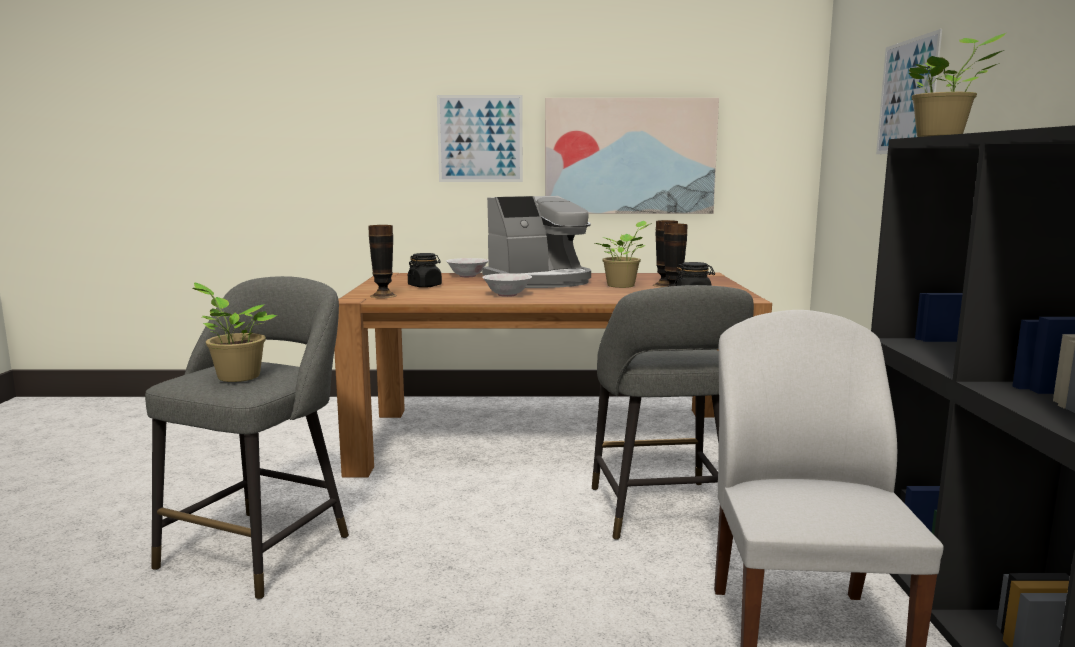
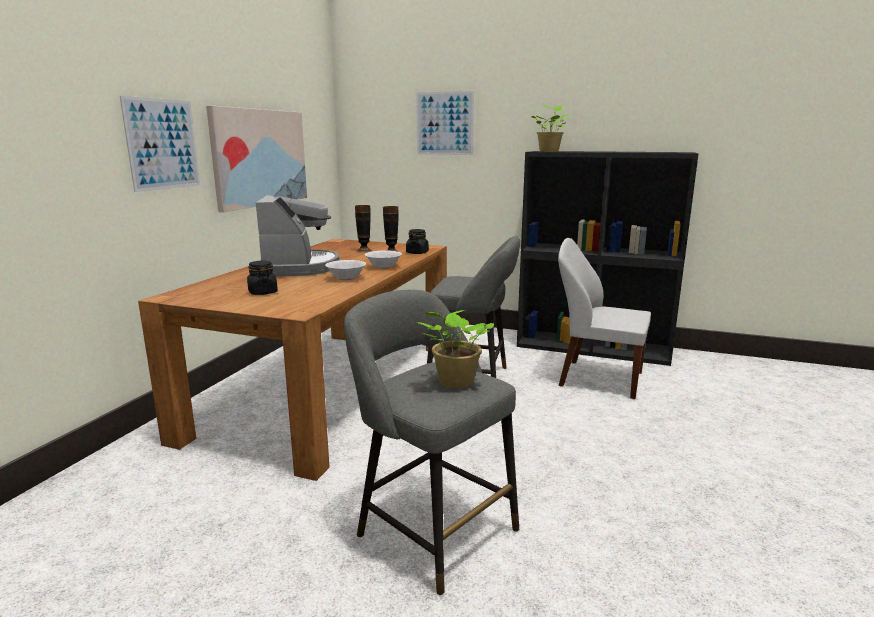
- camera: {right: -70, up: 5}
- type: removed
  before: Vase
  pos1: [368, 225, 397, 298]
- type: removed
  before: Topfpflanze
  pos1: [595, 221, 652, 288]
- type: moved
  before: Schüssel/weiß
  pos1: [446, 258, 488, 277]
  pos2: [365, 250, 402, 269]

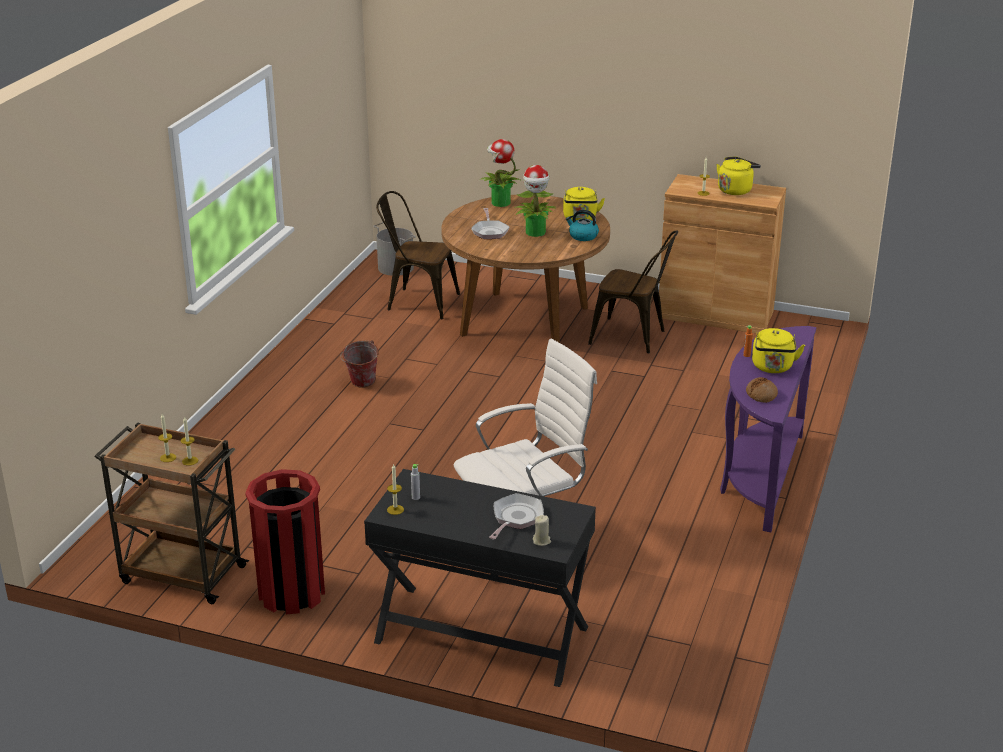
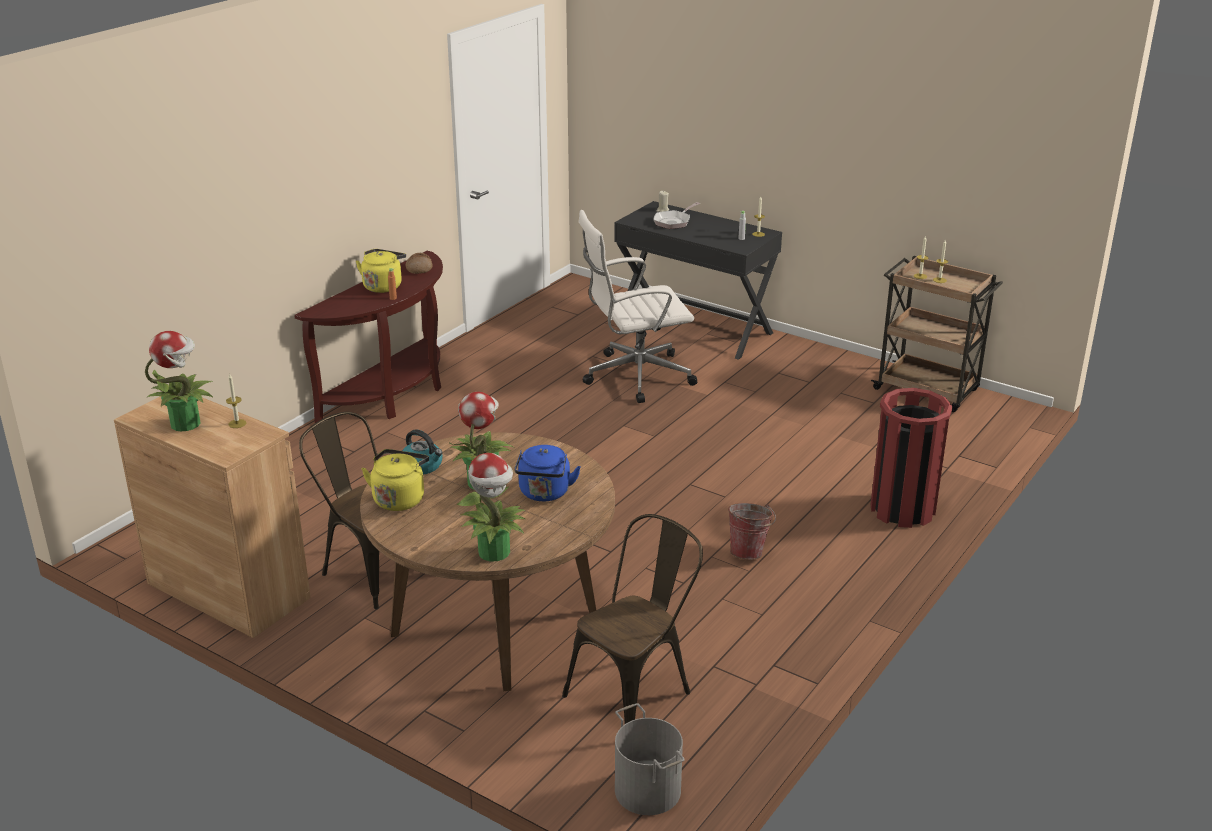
- camera: {right: -165, up: 0}
- type: moved
  before: Mülleimer/rot
  pos1: [245, 469, 325, 614]
  pos2: [871, 388, 952, 528]
- type: replaced
  before: Pfanne
  after: Wasserkessel/blau
  pos1: [471, 208, 509, 239]
  pos2: [514, 445, 581, 501]
- type: replaced
  before: Wasserkessel/gelb
  after: Topfpflanze
  pos1: [716, 157, 761, 195]
  pos2: [145, 331, 214, 431]
- type: recoloured
  before: Konsolentisch/lila
  after: Konsolentisch/braun
  pos1: [720, 326, 816, 532]
  pos2: [294, 251, 443, 423]
- type: turned
  before: Stuhl/braun
  pos1: [376, 191, 460, 319]
  pos2: [562, 514, 703, 724]
  turn: -75

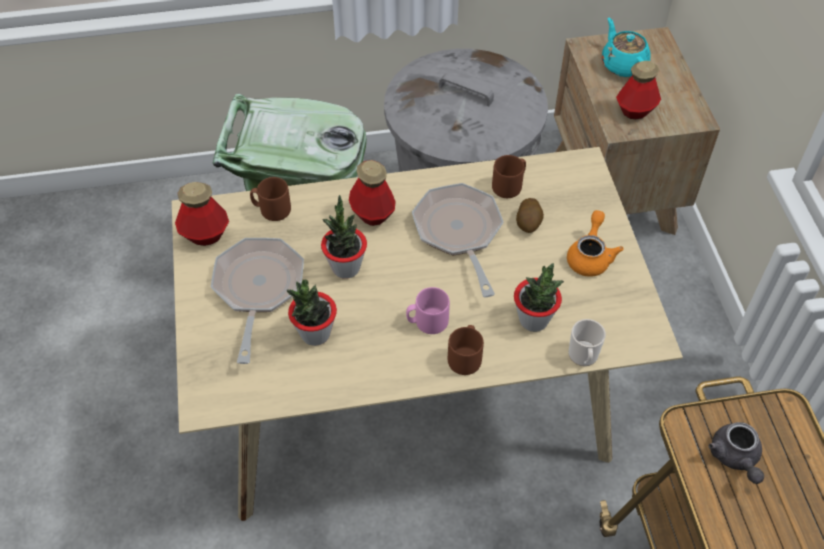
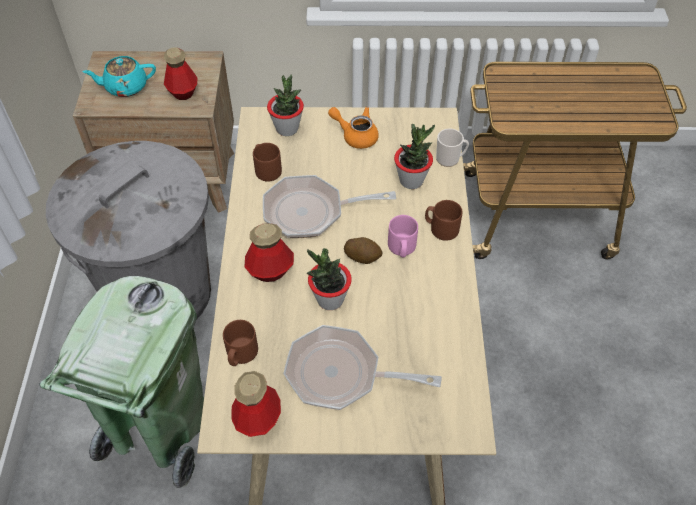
- camera: {right: -80, up: 0}
- type: removed
  before: Teekanne/grau
  pos1: [708, 422, 764, 484]
- type: moved
  before: Topfpflanze
  pos1: [287, 280, 337, 346]
  pos2: [267, 74, 304, 136]
- type: moved
  before: Kartoffel
  pos1: [516, 198, 544, 233]
  pos2: [344, 237, 382, 264]

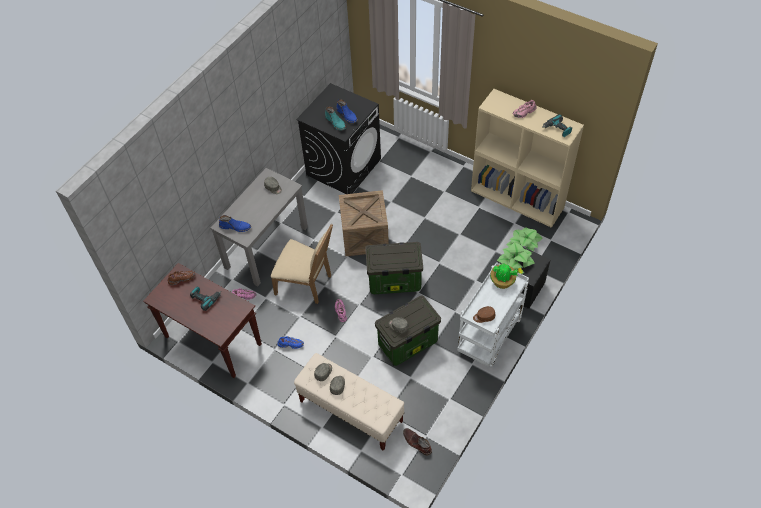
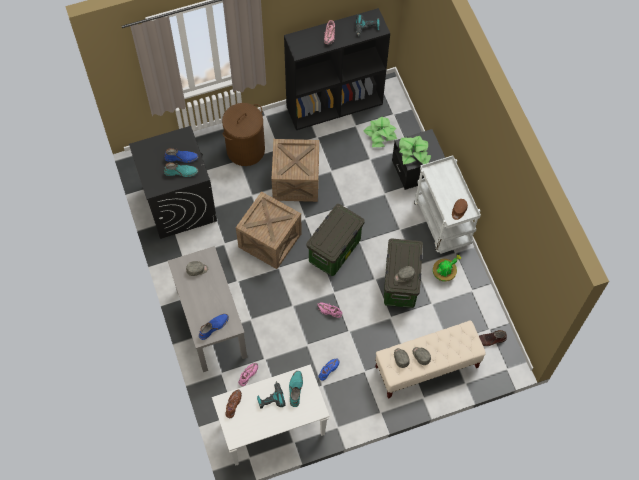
- camera: {right: -55, up: 10}
- type: removed
  before: Stuhl/beige
  pos1: [271, 224, 333, 304]
- type: added
  after: Wäschekorb/braun
  pos2: [222, 103, 265, 166]
- type: added
  after: Kiste
  pos2: [272, 139, 319, 202]
- type: added
  after: Stiefel/türkis
  pos2: [289, 371, 303, 407]
- type: moved
  before: Topfpflanze
  pos1: [490, 264, 523, 289]
  pos2: [433, 254, 461, 282]
- type: recoloured
  before: Konsolentisch/braun
  after: Konsolentisch/weiß
  pos1: [143, 263, 262, 378]
  pos2: [212, 364, 330, 466]
- type: recoloured
  before: Bücherregal/beige
  after: Bücherregal/schwarz
  pos1: [471, 89, 584, 228]
  pos2: [284, 8, 390, 130]

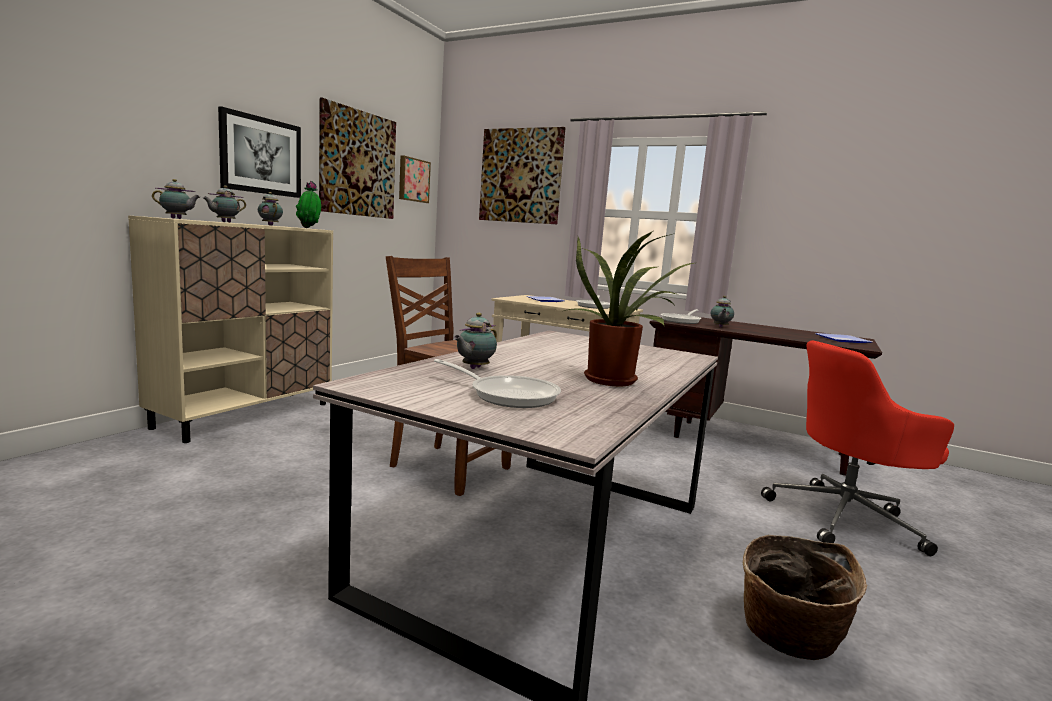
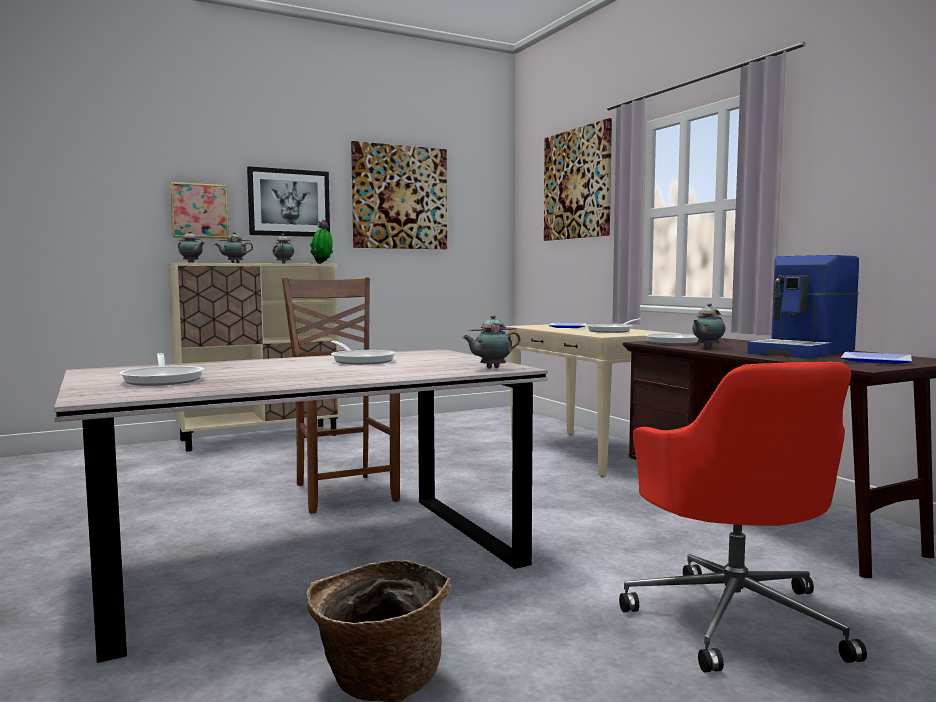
- camera: {right: 35, up: -5}
- type: removed
  before: Topfpflanze
  pos1: [564, 231, 694, 386]
- type: added
  after: Pfanne
  pos2: [331, 340, 396, 365]
- type: added
  after: Kaffeemaschine
  pos2: [747, 255, 859, 359]
- type: moved
  before: Bild
  pos1: [399, 156, 431, 203]
  pos2: [170, 182, 229, 238]
- type: moved
  before: Teekanne
  pos1: [453, 313, 497, 369]
  pos2: [462, 315, 521, 369]
- type: turned
  before: Bürostuhl/rot
  pos1: [761, 340, 954, 556]
  pos2: [619, 362, 867, 672]
  turn: -120

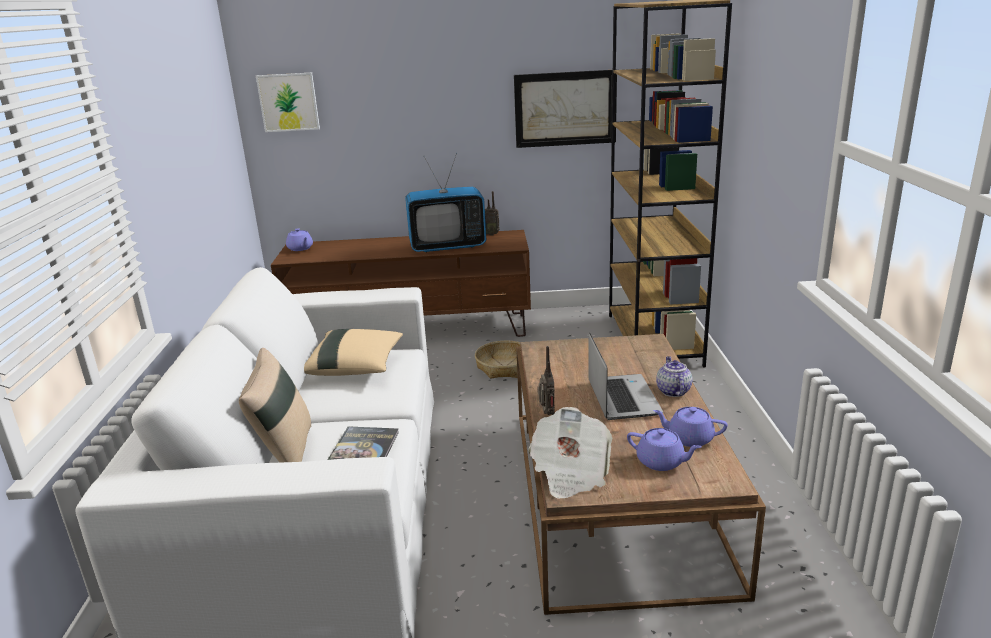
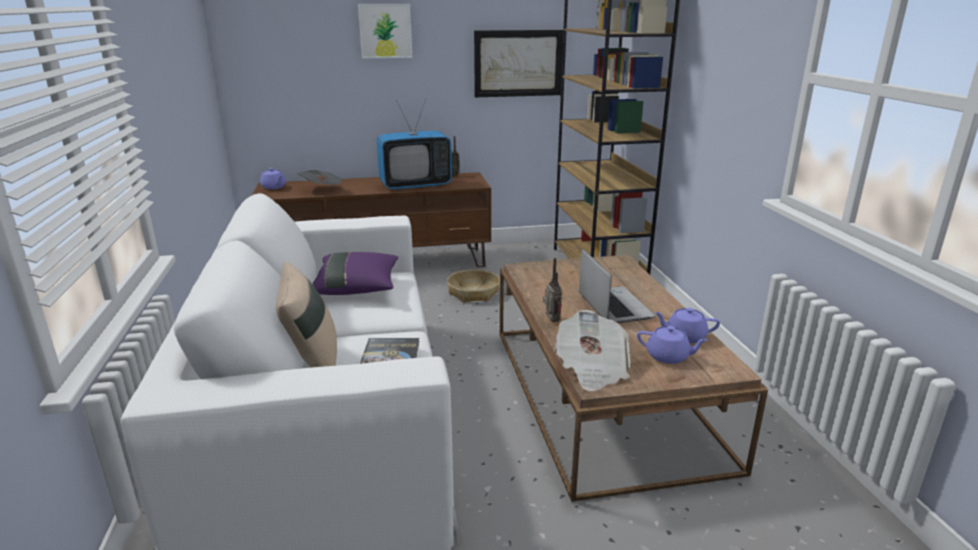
- camera: {right: -10, up: 0}
- type: removed
  before: Teekanne
  pos1: [656, 356, 693, 397]
- type: added
  after: Zeitung
  pos2: [297, 170, 343, 185]
- type: moved
  before: Bild
  pos1: [256, 73, 320, 132]
  pos2: [358, 4, 412, 58]
- type: recoloured
  before: Kissen/beige
  after: Kissen/lila
  pos1: [304, 329, 403, 376]
  pos2: [313, 252, 398, 295]

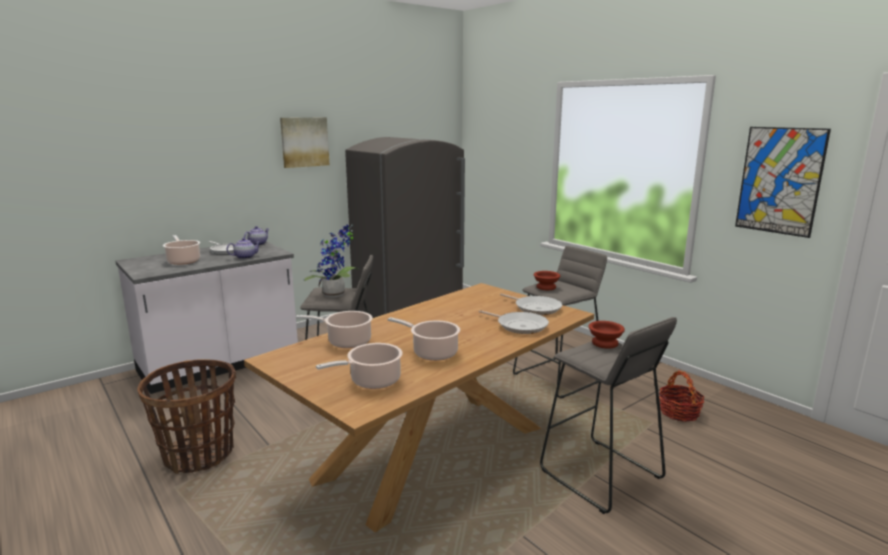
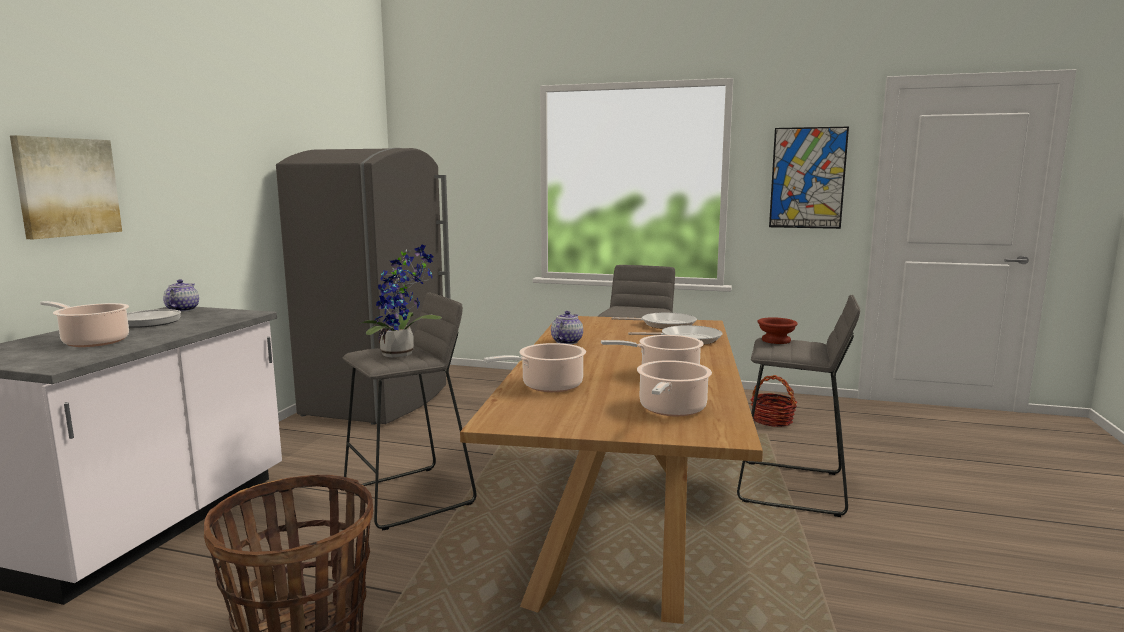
- camera: {right: -35, up: -5}
- type: removed
  before: Schüssel/braun
  pos1: [534, 271, 560, 290]
- type: moved
  before: Teekanne
  pos1: [227, 238, 261, 259]
  pos2: [551, 311, 583, 344]
- type: moved
  before: Bild
  pos1: [280, 117, 330, 168]
  pos2: [10, 135, 122, 239]

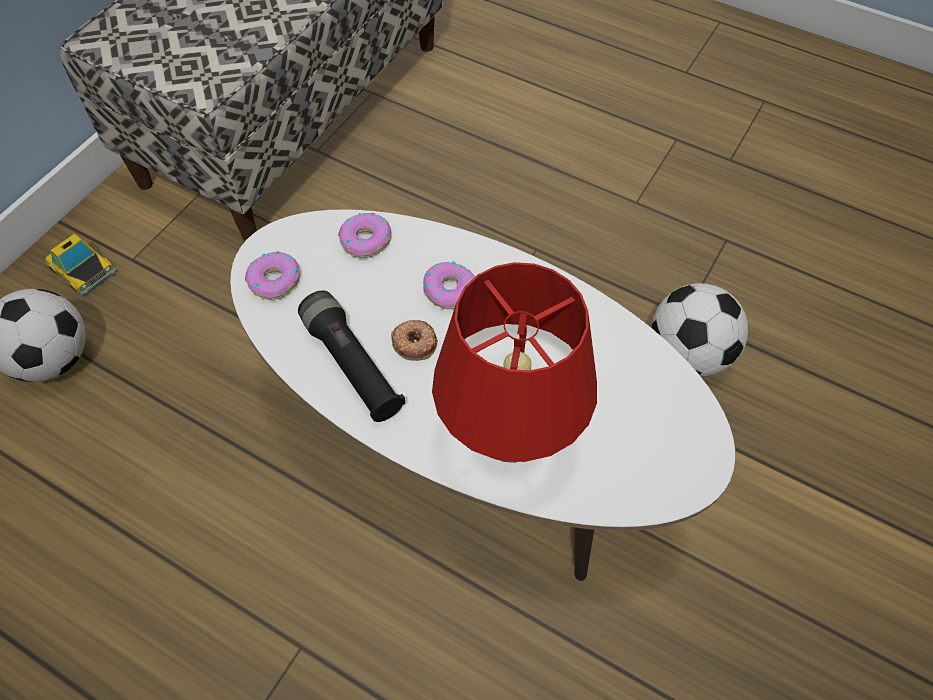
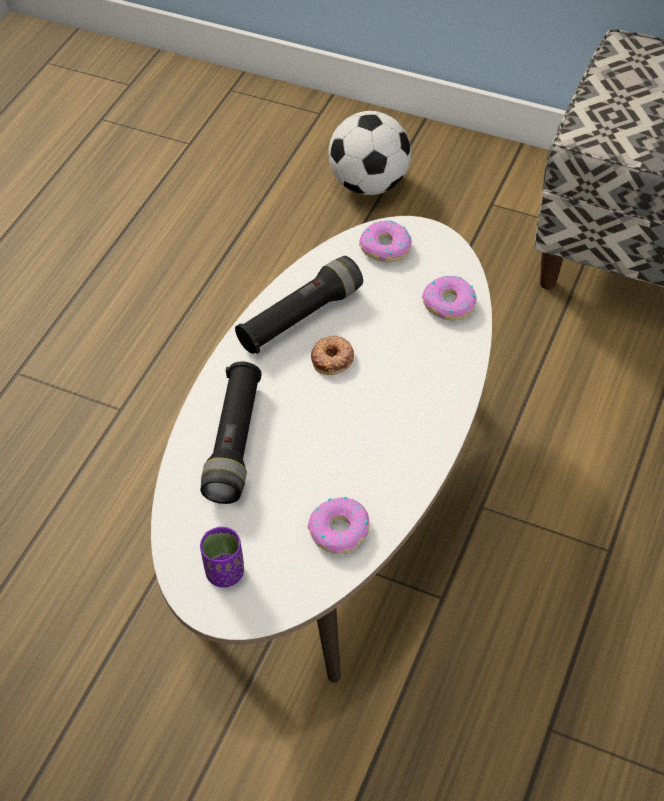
- camera: {right: 85, up: -5}
- type: removed
  before: Spielzeugauto
  pos1: [45, 233, 118, 296]
- type: removed
  before: Fußball
  pos1: [652, 283, 748, 376]
- type: added
  after: Tasse/lila
  pos2: [200, 527, 244, 587]
- type: moved
  before: Donut
  pos1: [423, 261, 475, 309]
  pos2: [308, 497, 370, 554]
- type: replaced
  before: Tischlampe/rot
  after: Taschenlampe/schwarz
  pos1: [432, 262, 597, 463]
  pos2: [201, 362, 262, 504]

